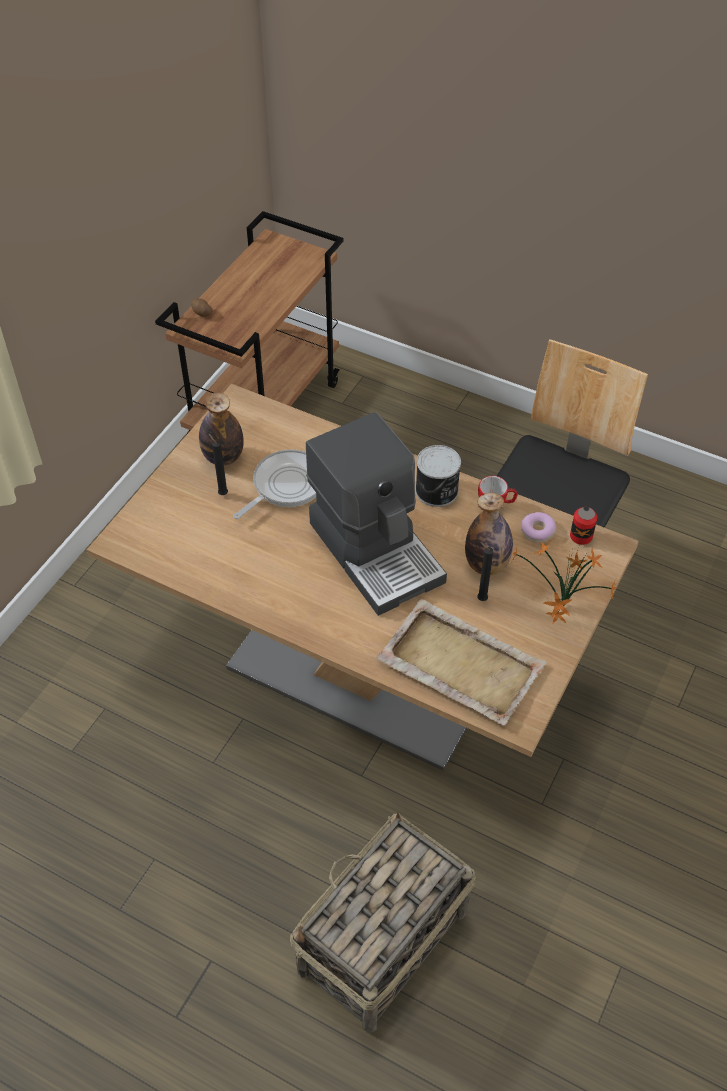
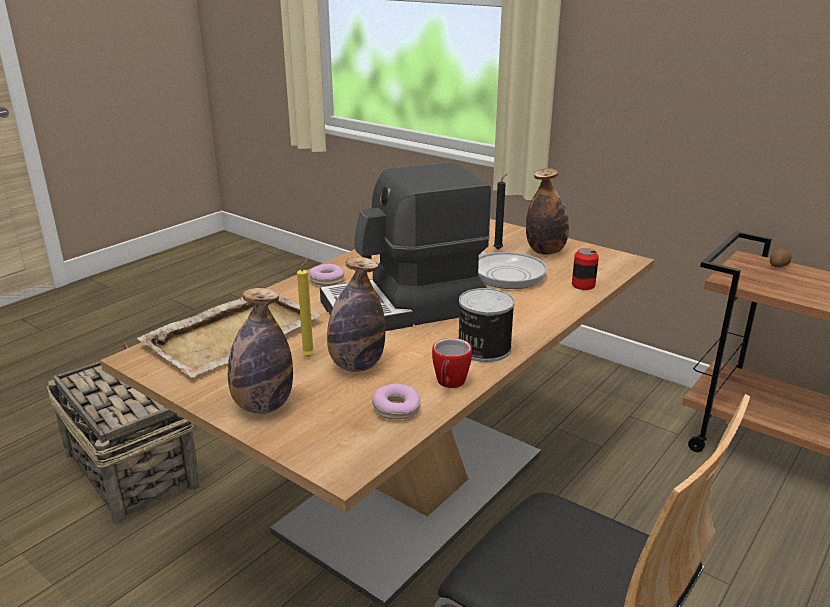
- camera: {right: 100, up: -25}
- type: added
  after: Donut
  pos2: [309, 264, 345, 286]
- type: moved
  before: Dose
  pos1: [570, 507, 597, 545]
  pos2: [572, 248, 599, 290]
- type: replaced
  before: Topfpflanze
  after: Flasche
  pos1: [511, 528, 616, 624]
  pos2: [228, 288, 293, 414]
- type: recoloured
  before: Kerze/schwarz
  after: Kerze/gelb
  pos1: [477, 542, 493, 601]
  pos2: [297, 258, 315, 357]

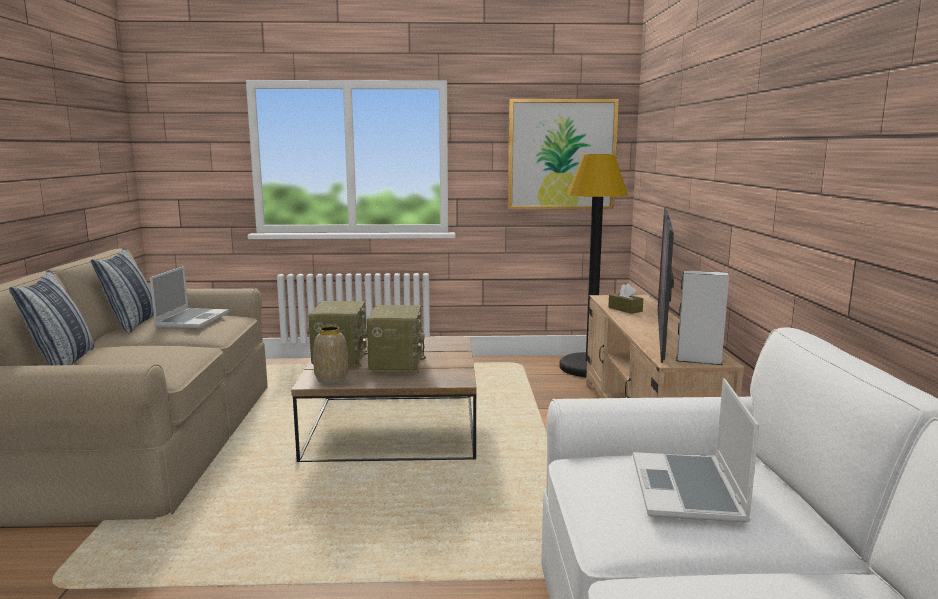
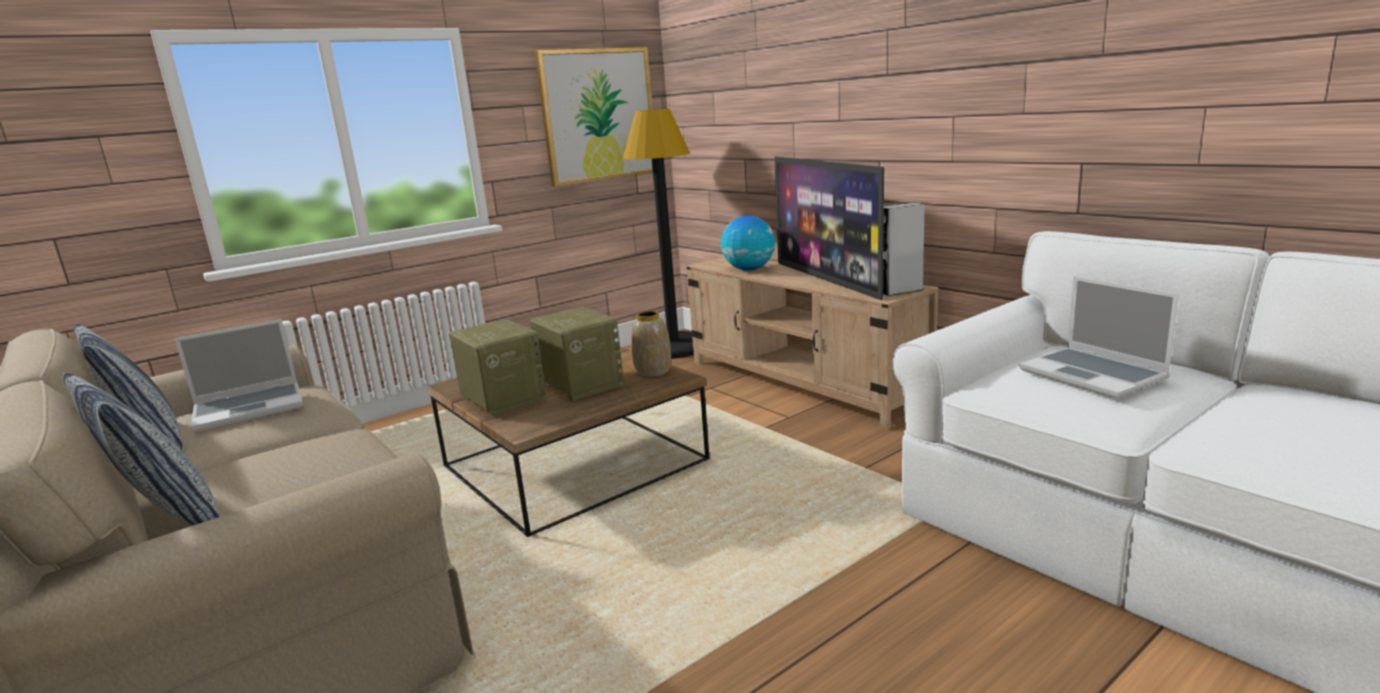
- camera: {right: -35, up: 5}
- type: moved
  before: Vase
  pos1: [313, 326, 349, 384]
  pos2: [631, 311, 671, 377]
- type: replaced
  before: Taschentuchbox/braun
  after: Globus
  pos1: [608, 283, 643, 314]
  pos2: [721, 216, 775, 270]
- type: turned
  before: Laptop
  pos1: [150, 266, 229, 328]
  pos2: [174, 319, 303, 431]
  turn: 90

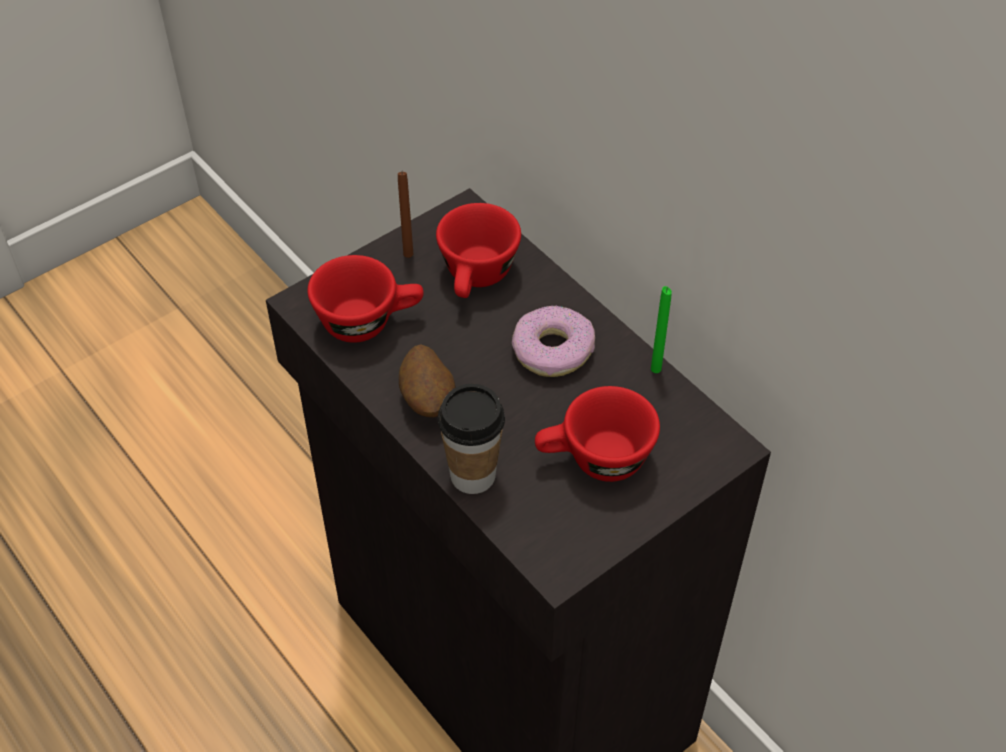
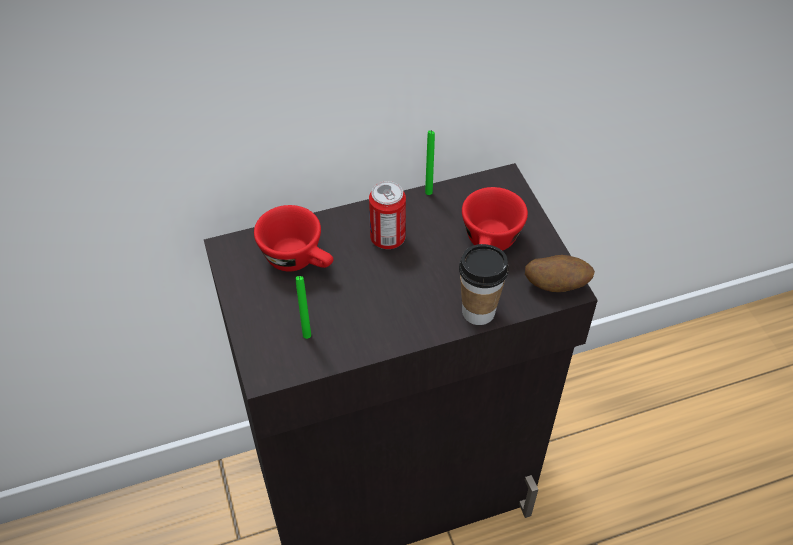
- camera: {right: -70, up: 0}
- type: removed
  before: Kerze/braun
  pos1: [398, 172, 413, 258]
- type: moved
  before: Kartoffel
  pos1: [399, 345, 455, 417]
  pos2: [525, 255, 595, 292]
- type: replaced
  before: Tasse/rot
  after: Kerze/grün
  pos1: [308, 255, 424, 343]
  pos2: [296, 276, 311, 339]
- type: replaced
  before: Donut
  after: Dose
  pos1: [512, 305, 595, 377]
  pos2: [369, 181, 406, 249]

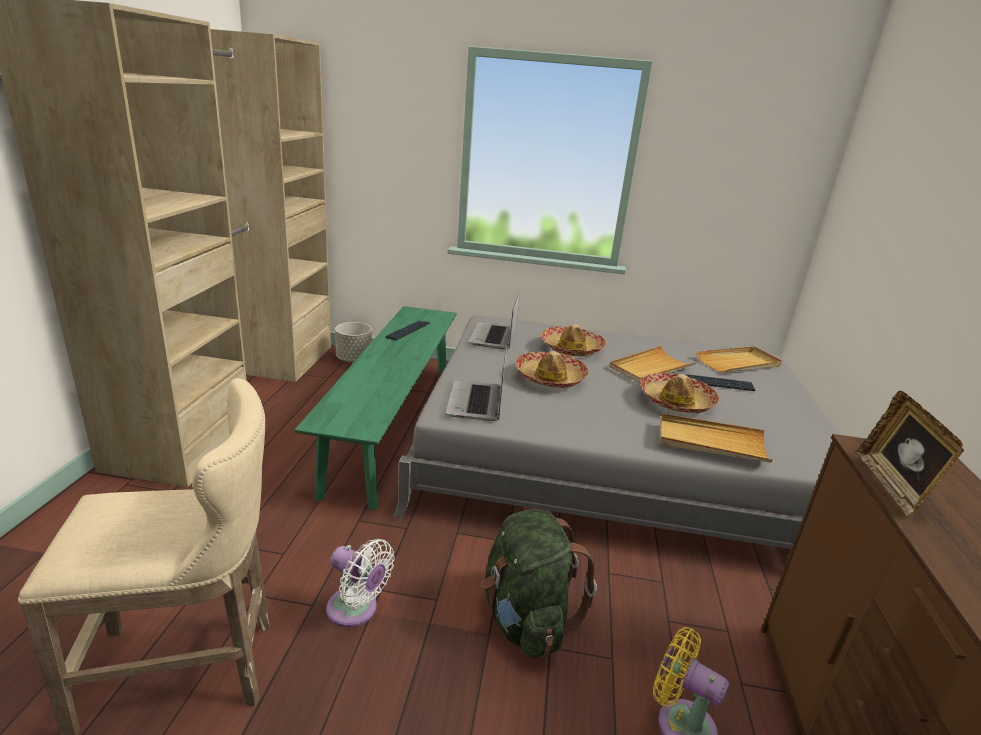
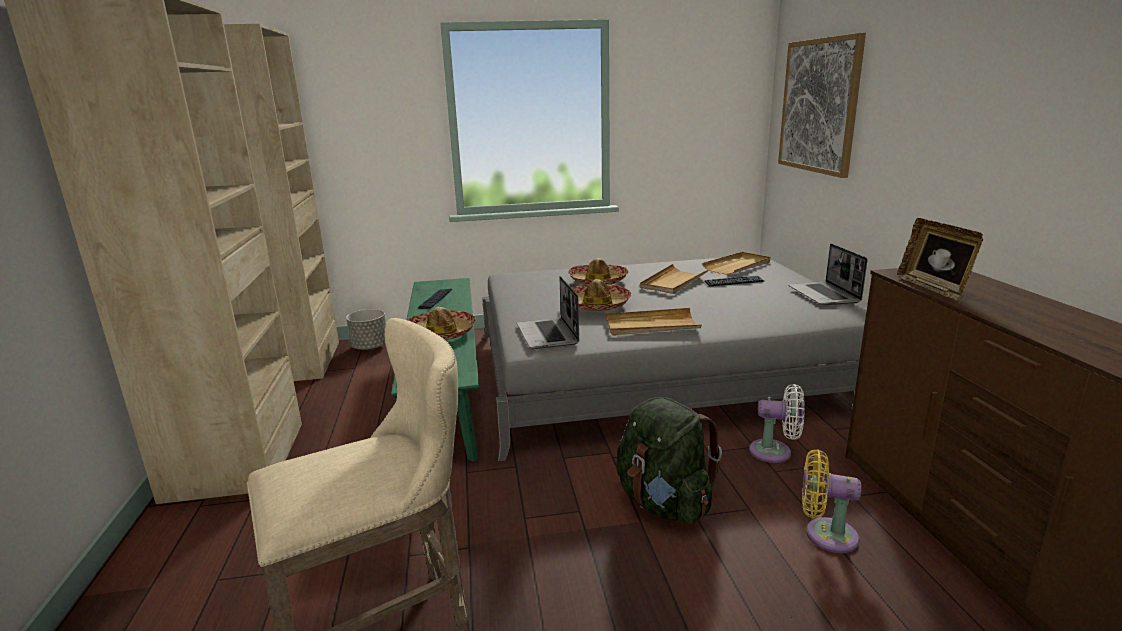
- camera: {right: -15, up: -5}
- type: added
  after: Bild
  pos2: [778, 33, 866, 178]
- type: moved
  before: Ventilator/weiß
  pos1: [326, 539, 395, 627]
  pos2: [749, 384, 805, 463]
- type: moved
  before: Laptop
  pos1: [468, 292, 520, 350]
  pos2: [788, 244, 868, 305]
- type: moved
  before: Hut
  pos1: [640, 373, 719, 413]
  pos2: [407, 307, 476, 340]
- type: moved
  before: Tablett/beige
  pos1: [660, 414, 773, 463]
  pos2: [606, 308, 702, 336]

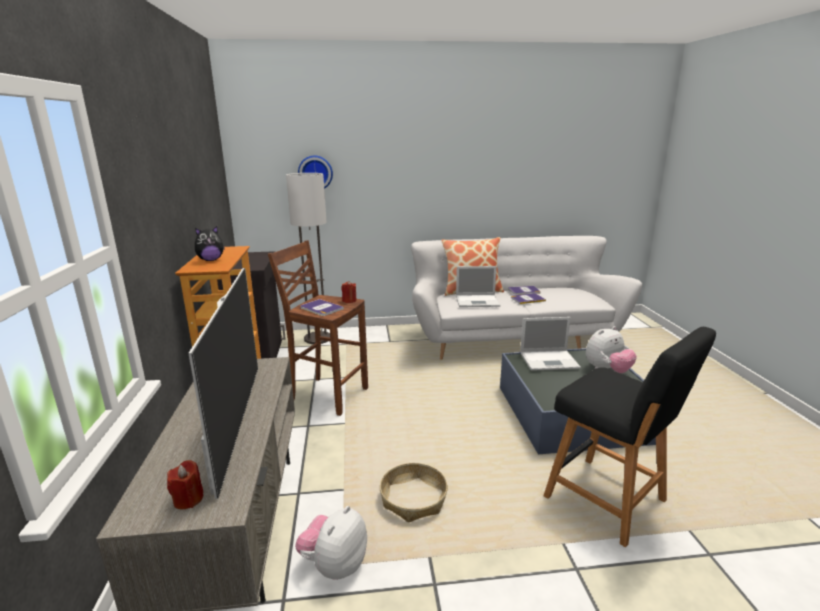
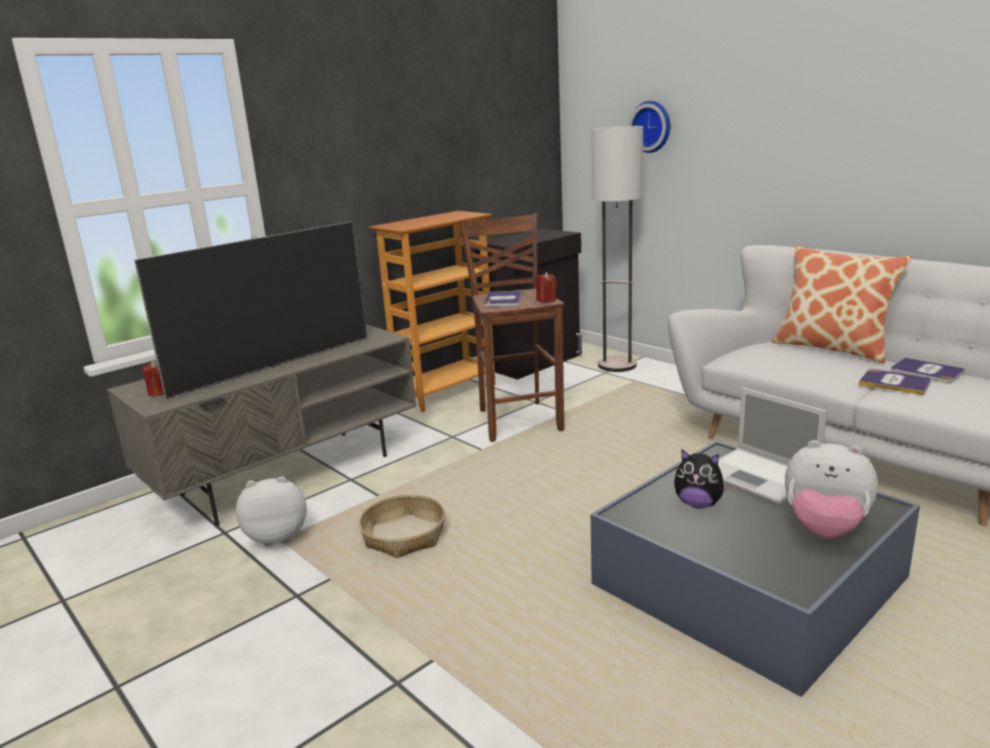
- camera: {right: 55, up: 0}
- type: removed
  before: Laptop
  pos1: [456, 266, 500, 307]
- type: removed
  before: Hocker/schwarz
  pos1: [543, 327, 716, 547]
- type: moved
  before: Plüschtier
  pos1: [195, 226, 225, 261]
  pos2: [674, 449, 730, 509]

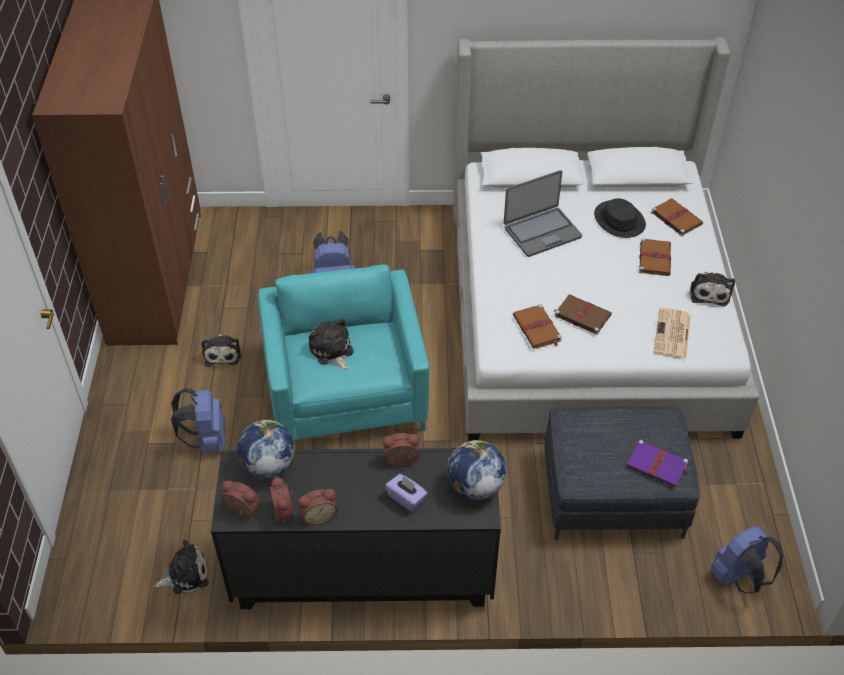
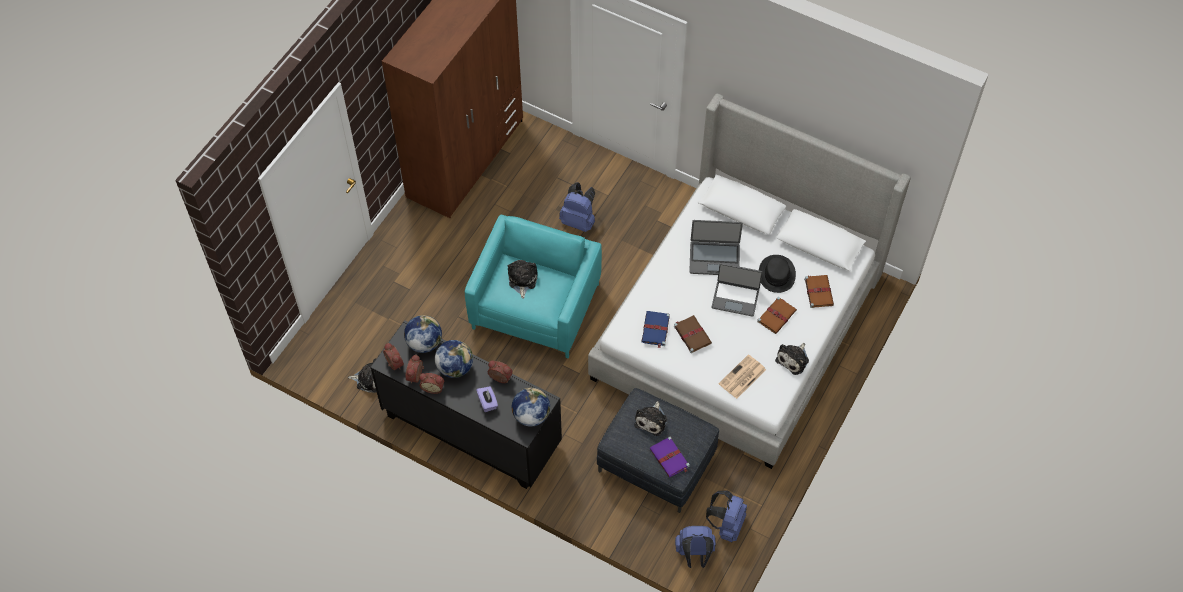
- camera: {right: 30, up: 10}
- type: added
  after: Globus
  pos2: [435, 340, 473, 378]
- type: added
  after: Laptop
  pos2: [711, 263, 763, 317]
- type: moved
  before: Rucksack/blau
  pos1: [171, 388, 225, 453]
  pos2: [706, 490, 747, 542]
- type: moved
  before: Plüschtier
  pos1: [201, 333, 241, 367]
  pos2: [634, 401, 667, 436]
- type: recoloured
  before: Buch/braun
  after: Buch/blau
  pos1: [513, 304, 562, 349]
  pos2: [641, 311, 670, 348]

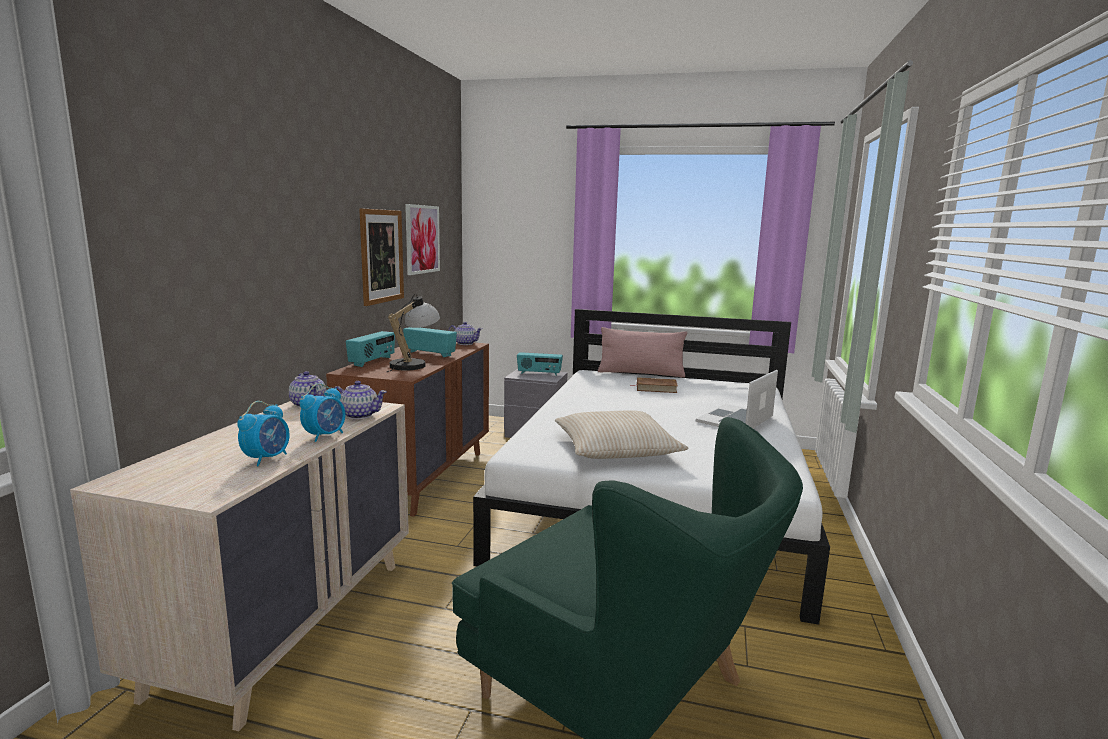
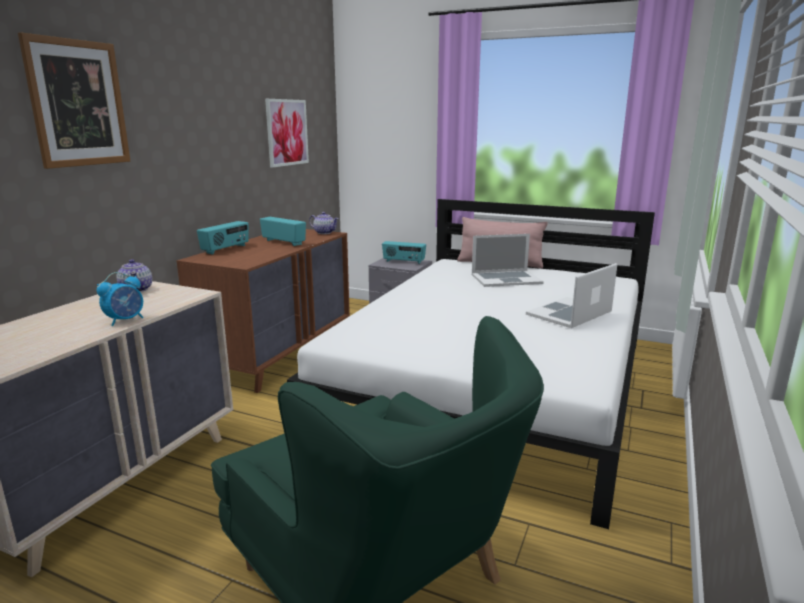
- camera: {right: 10, up: 5}
- type: removed
  before: Wecker
  pos1: [237, 401, 290, 467]
- type: removed
  before: Teekanne
  pos1: [334, 381, 387, 419]
- type: removed
  before: Tischlampe
  pos1: [387, 294, 440, 372]
- type: removed
  before: Kissen/beige
  pos1: [555, 410, 688, 459]
- type: moved
  before: Bild
  pos1: [359, 208, 404, 306]
  pos2: [18, 32, 130, 169]
- type: replaced
  before: Buch/braun
  after: Laptop
  pos1: [630, 377, 678, 393]
  pos2: [472, 234, 544, 287]

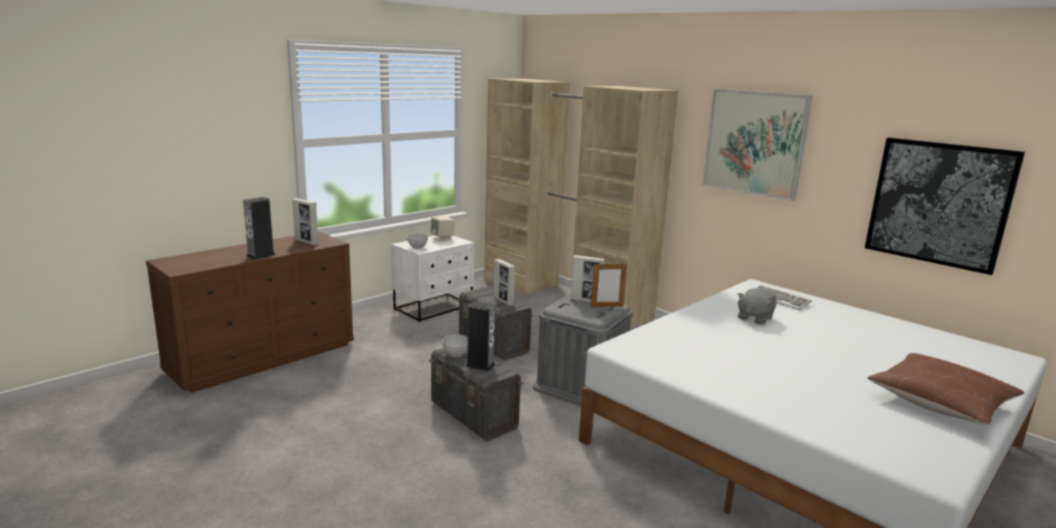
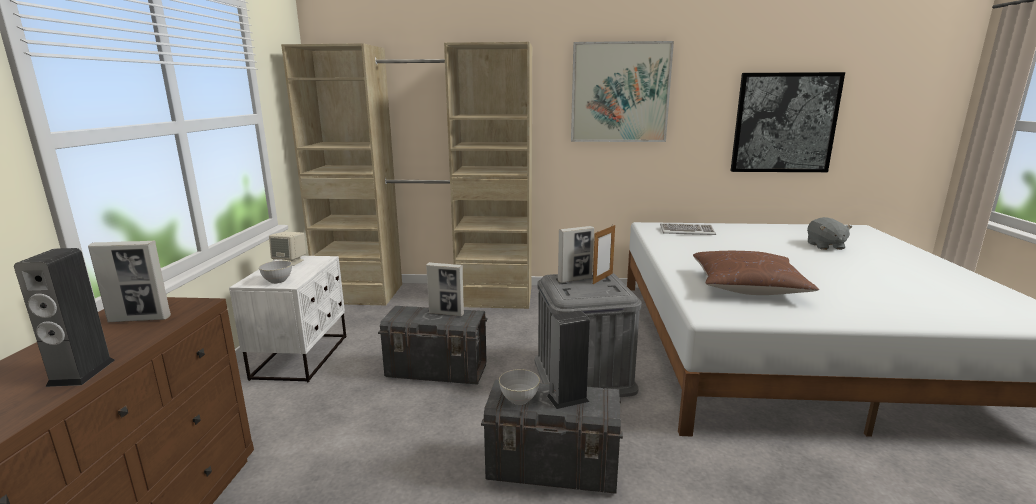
- camera: {right: -40, up: 0}
- type: moved
  before: Plüschtier/grau
  pos1: [737, 288, 776, 324]
  pos2: [807, 217, 852, 250]
- type: moved
  before: Kissen/braun
  pos1: [868, 353, 1024, 425]
  pos2: [693, 251, 819, 295]

